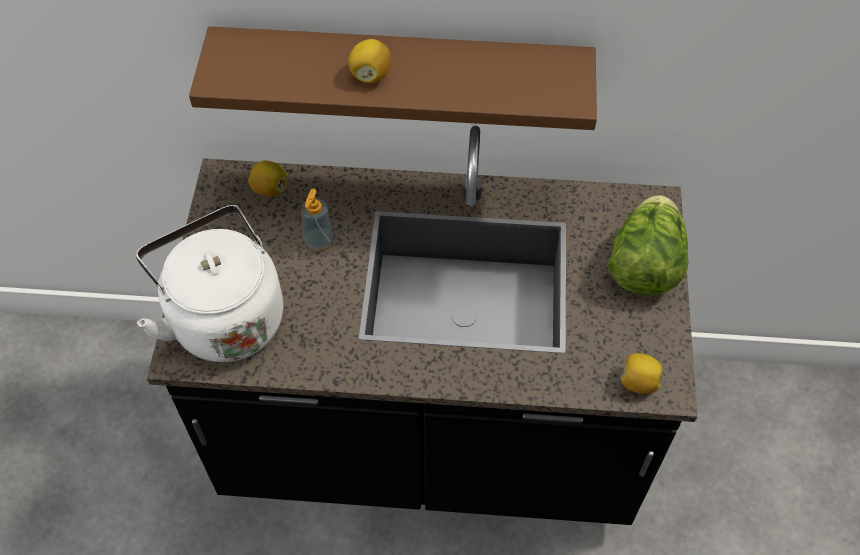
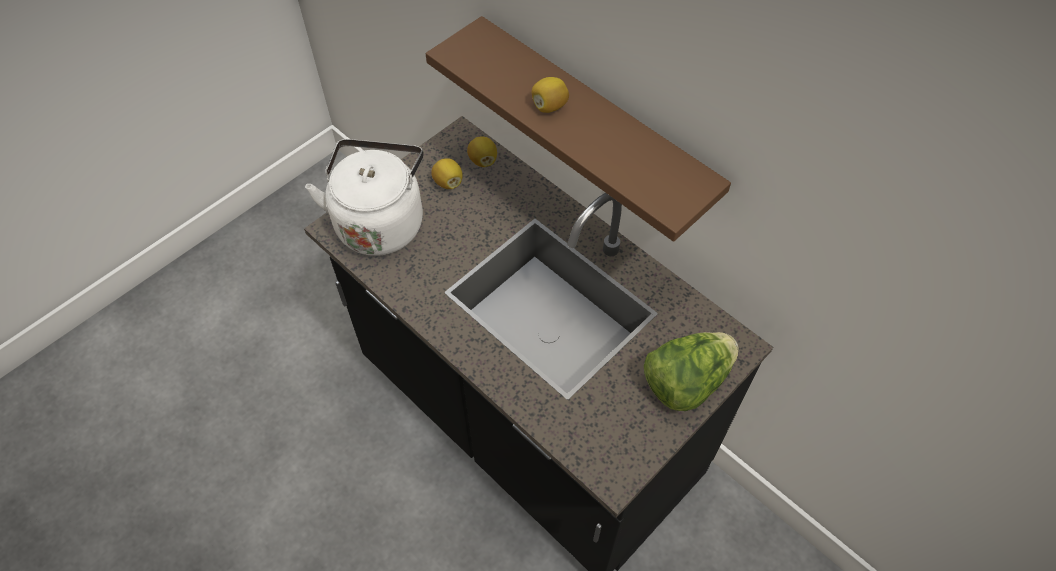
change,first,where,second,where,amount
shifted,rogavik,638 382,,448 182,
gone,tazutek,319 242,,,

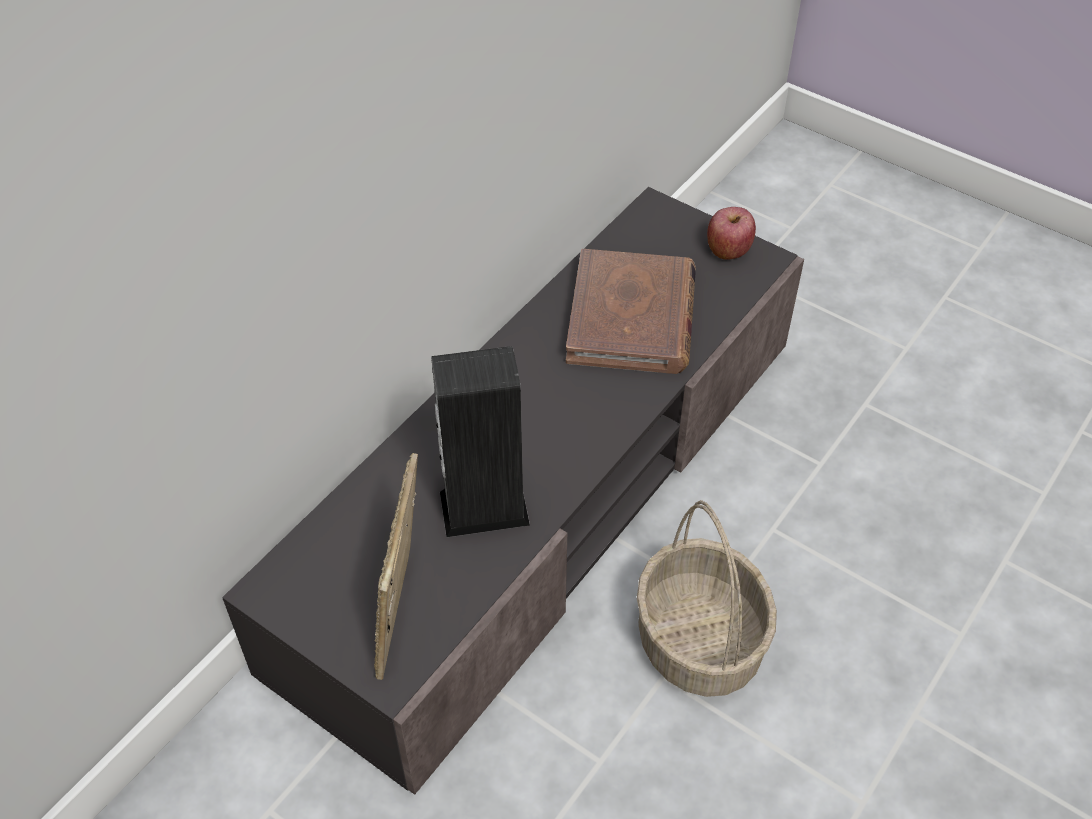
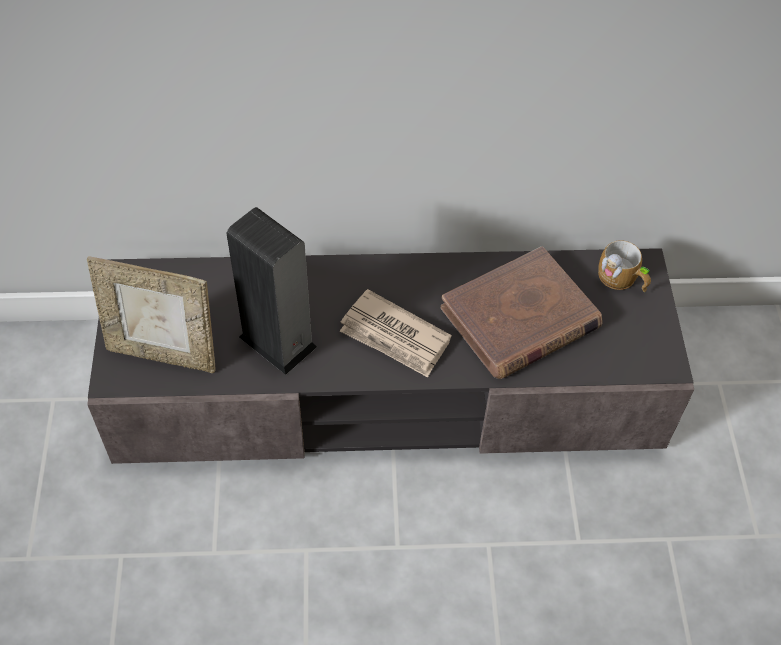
change,first,where,second,where,amount
rotated,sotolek,404 614,,164 353,135 degrees counterclockwise
new,,,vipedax,395 337,
new,,,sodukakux,622 280,
gone,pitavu,697 640,,,
gone,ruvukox,728 250,,,

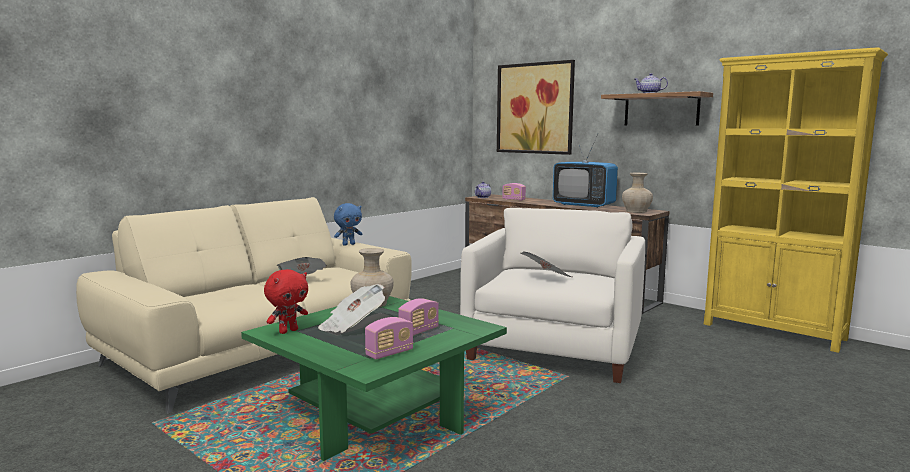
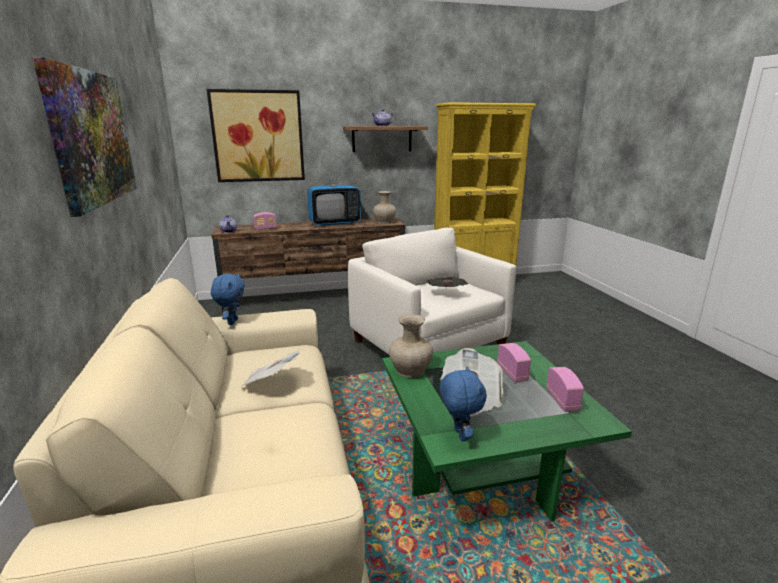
change,first,where,second,where,amount
new,,,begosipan,92 137,
repainted,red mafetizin,288 331,blue mafetizin,459 435,

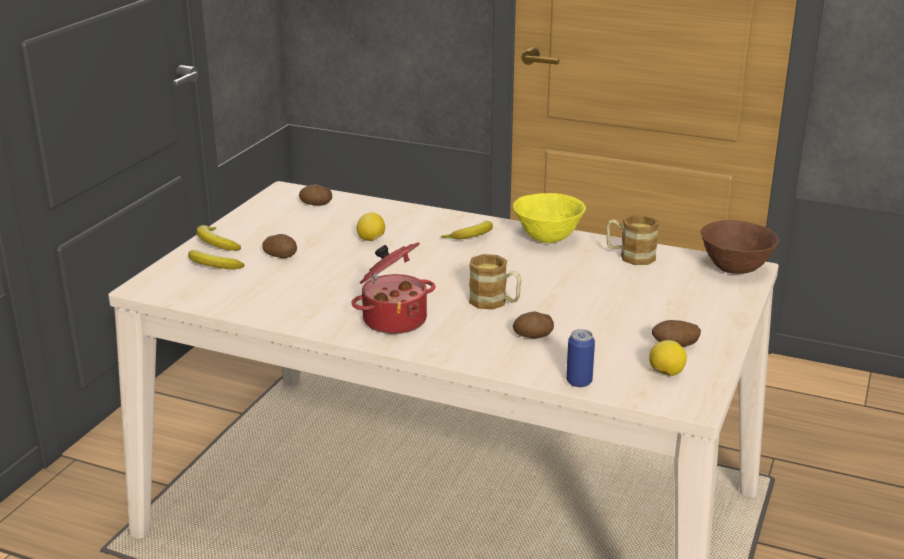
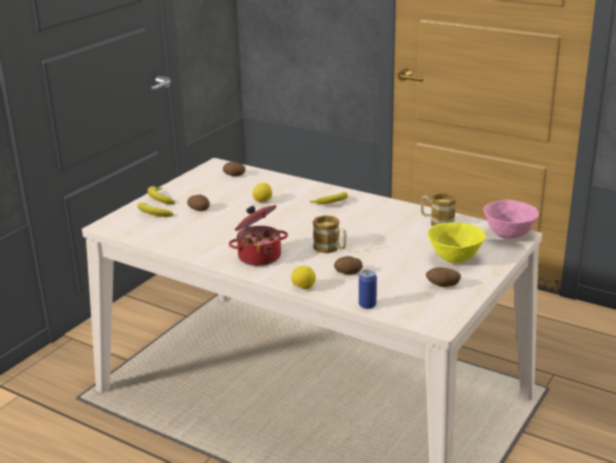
change,first,where,second,where,amount
shifted,rogavik,666 373,,303 288,
shifted,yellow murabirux,547 238,,454 259,
repainted,brown murabirux,735 269,pink murabirux,508 235,

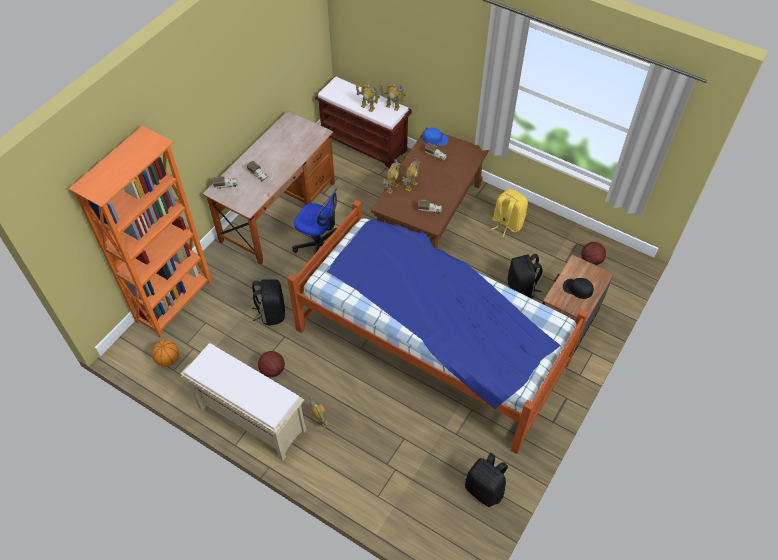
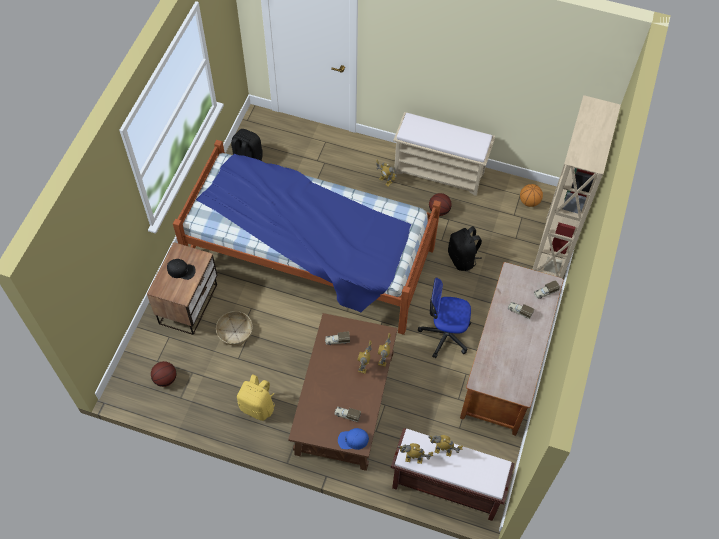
change,first,where,second,where,amount
swapped,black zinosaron,521 289,pitavu,234 331,
repainted,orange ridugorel,176 302,beige ridugorel,552 250,

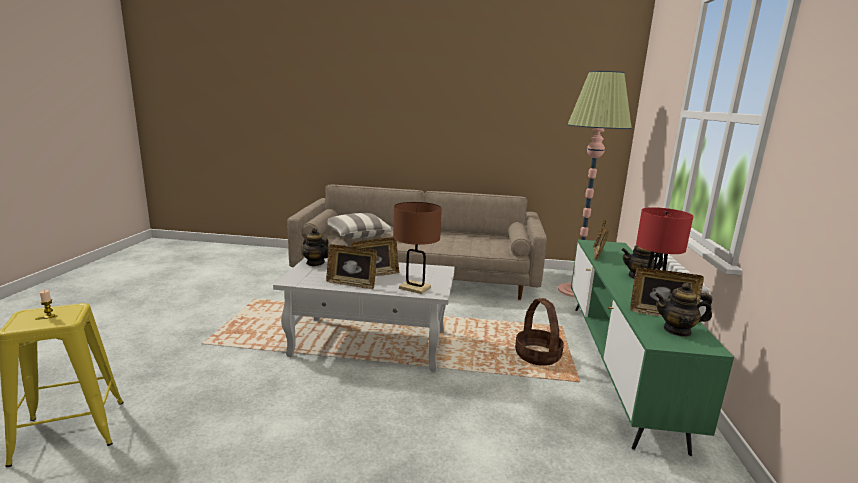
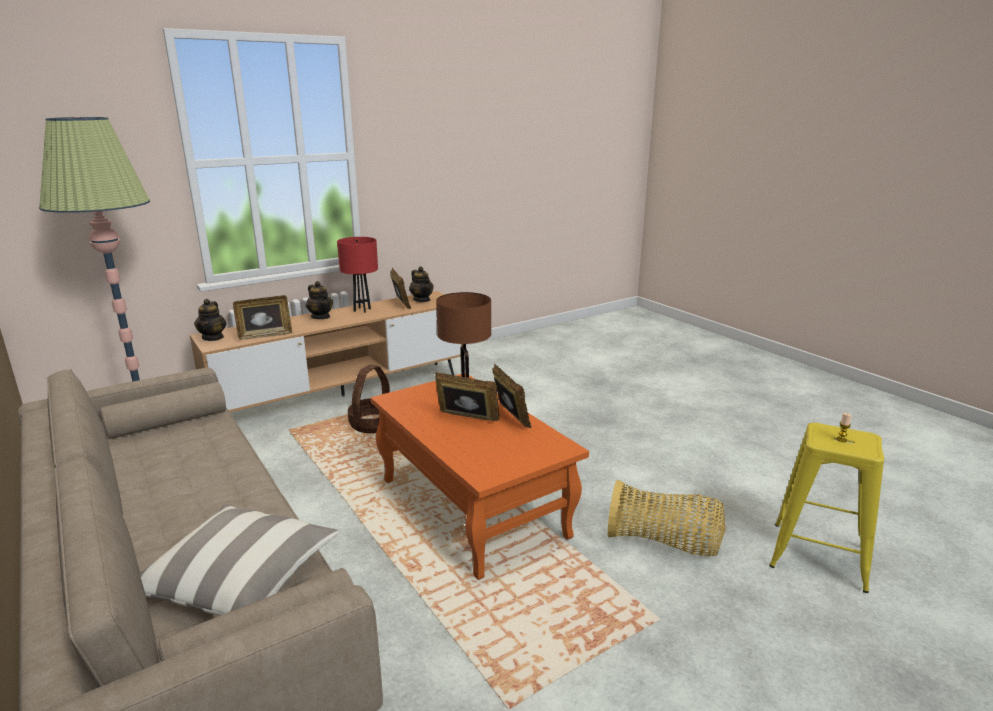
change,first,where,second,where,amount
repainted,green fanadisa,617 363,brown fanadisa,343 396,
shifted,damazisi,315 263,,213 337,
repainted,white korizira,371 343,orange korizira,471 507,
new,,,pitavu,664 543,

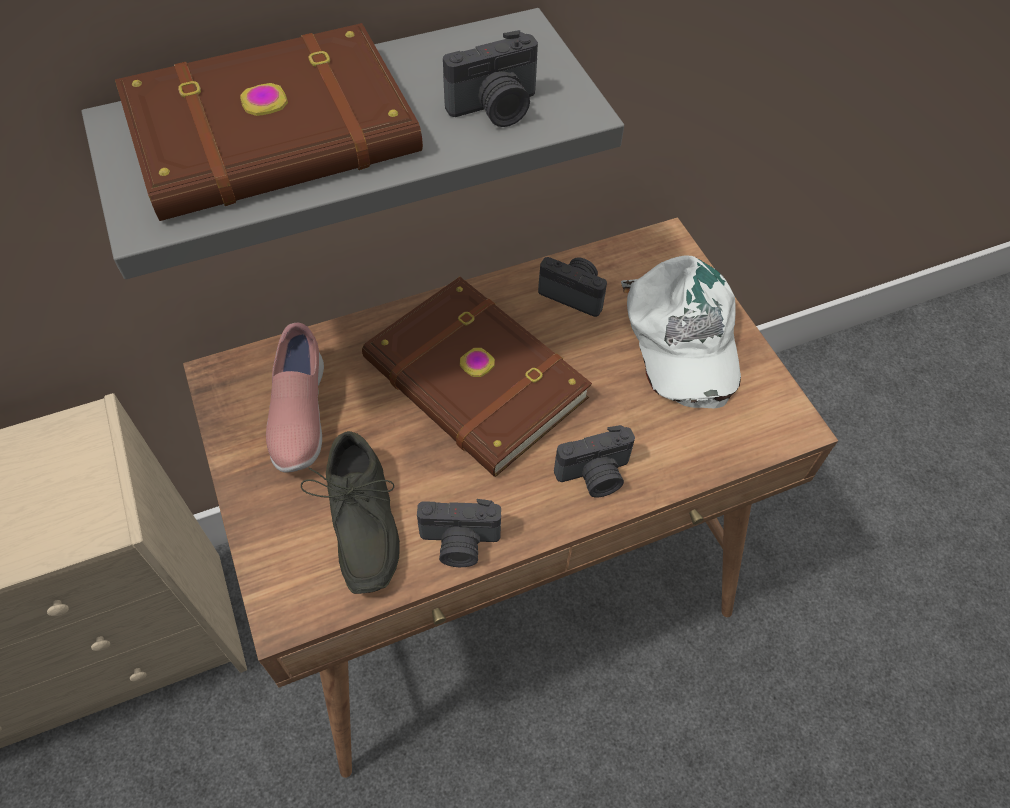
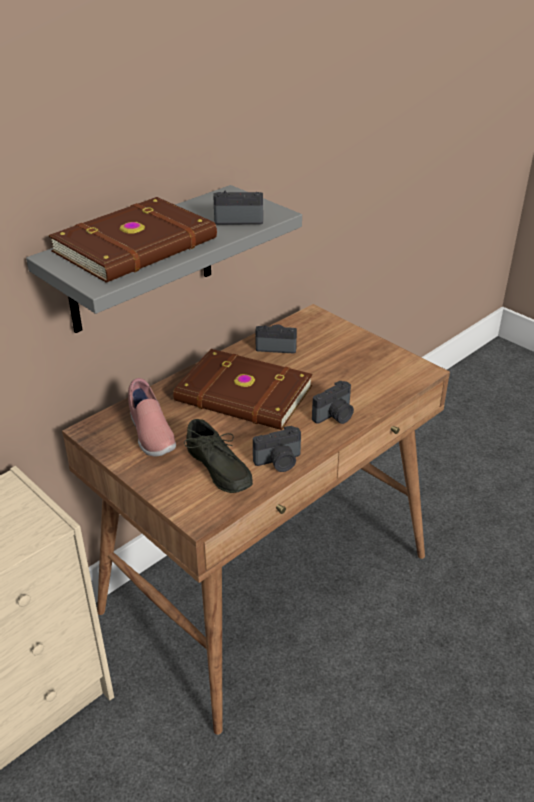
change,first,where,second,where,amount
rotated,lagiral,496 109,,238 219,135 degrees counterclockwise
gone,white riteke,681 338,,,

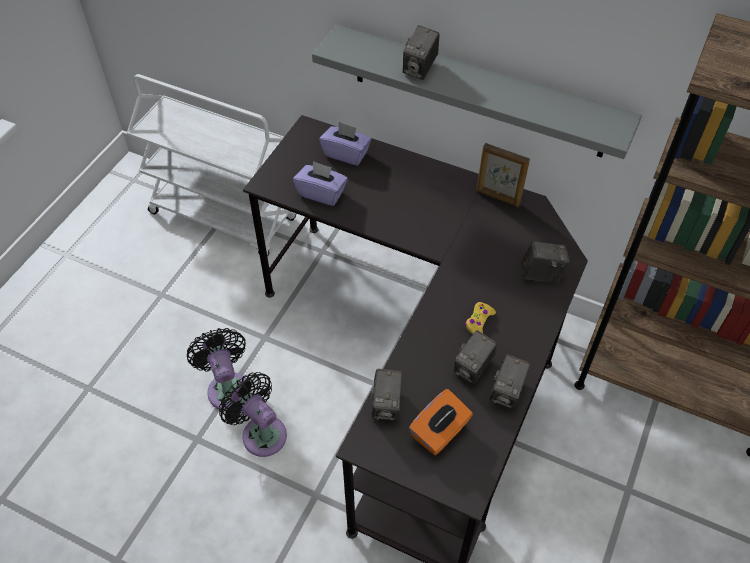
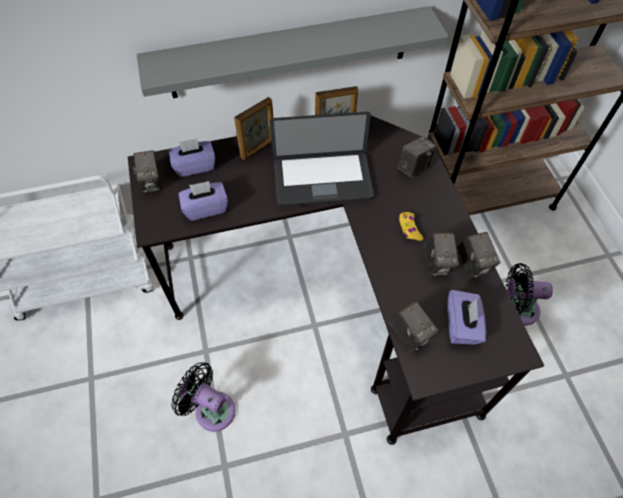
change,first,where,second,where,amount
shifted,lagiral,420 69,,152 182,
new,,,sotolek,258 149,
new,,,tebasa,322 180,
repainted,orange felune,440 432,purple felune,462 325,
shifted,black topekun,261 432,,516 308,

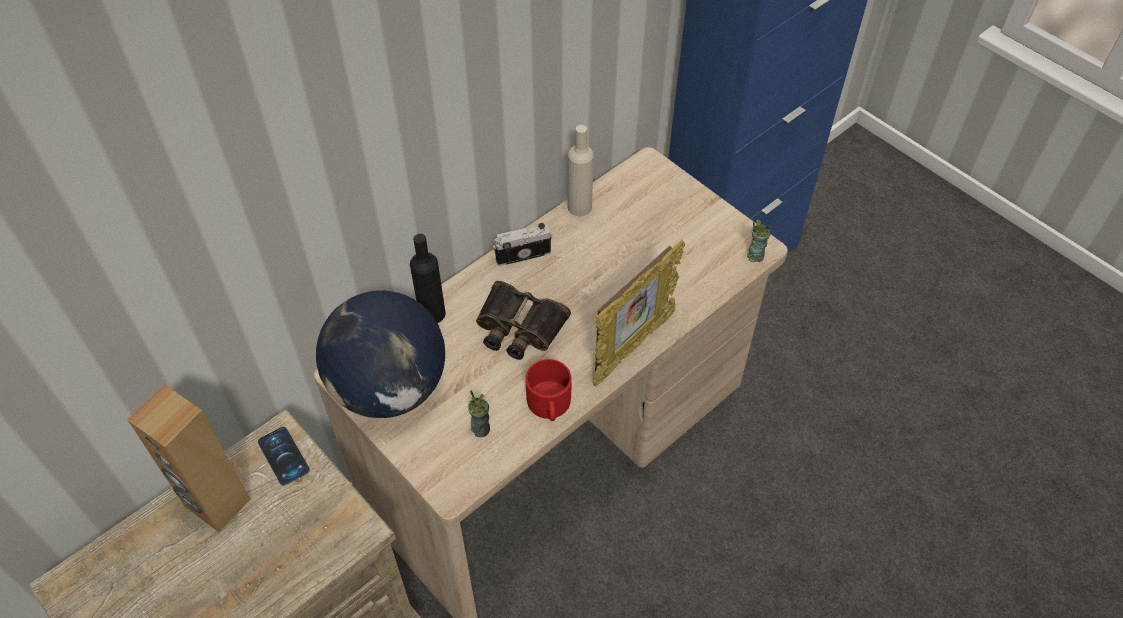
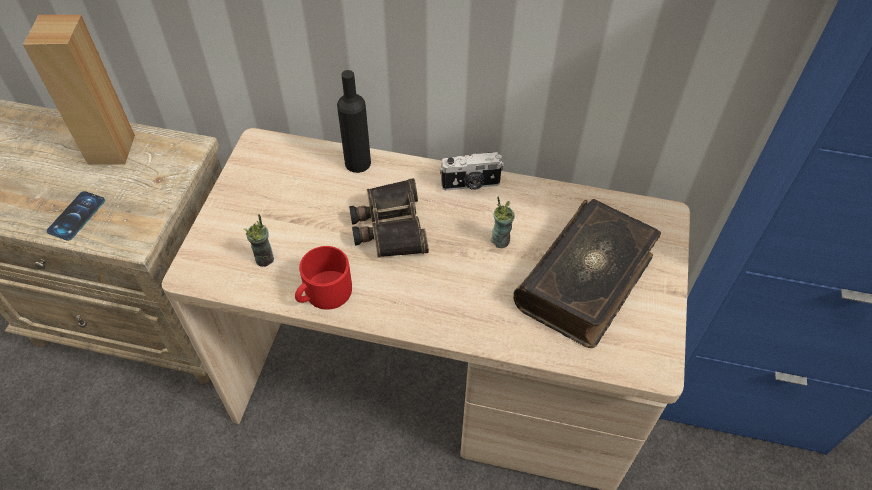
change,first,where,second,where,amount
shifted,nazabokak,283 456,,76 216,
rotated,lagiral,522 254,,471 185,135 degrees clockwise
shifted,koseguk,755 256,,500 240,
new,,,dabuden,586 281,
gone,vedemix,390 388,,,
gone,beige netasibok,579 207,,,
gone,sotolek,632 348,,,

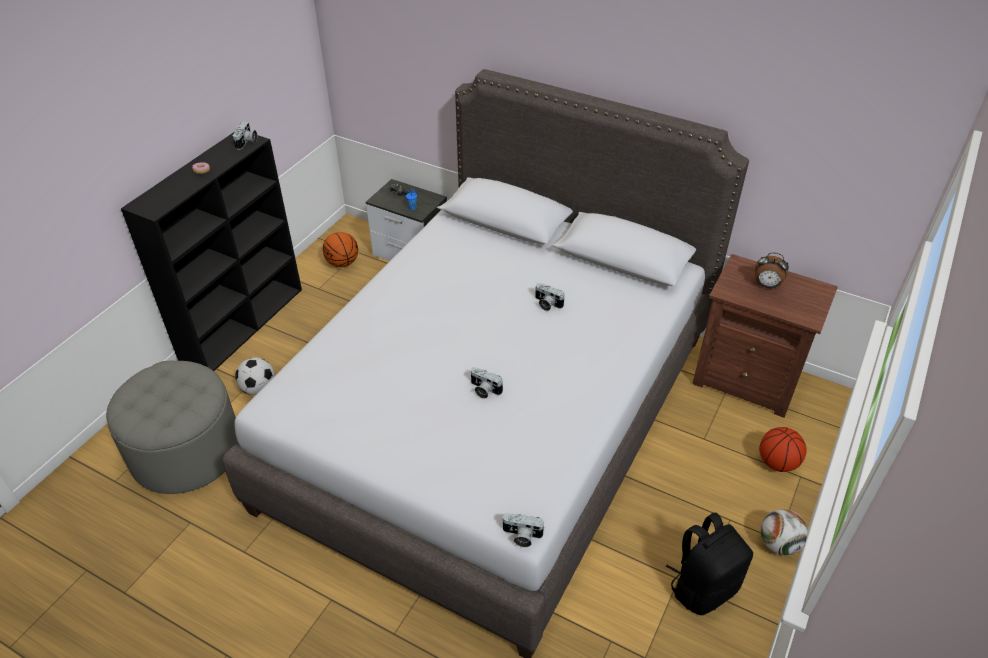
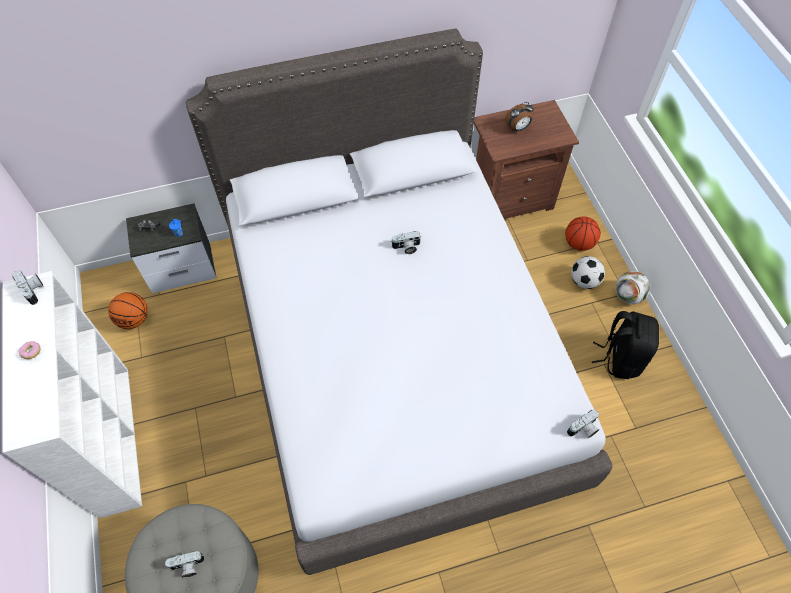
change,first,where,second,where,amount
repainted,black ridugorel,244 323,white ridugorel,114 438,
shifted,lagiral,484 390,,187 567,
shifted,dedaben,258 389,,584 281,

